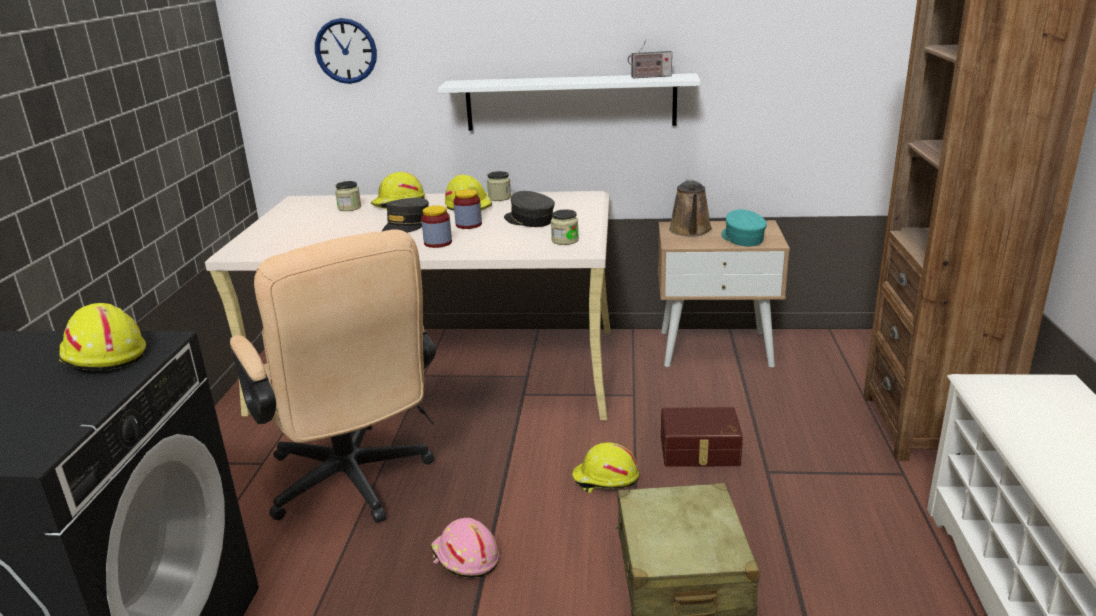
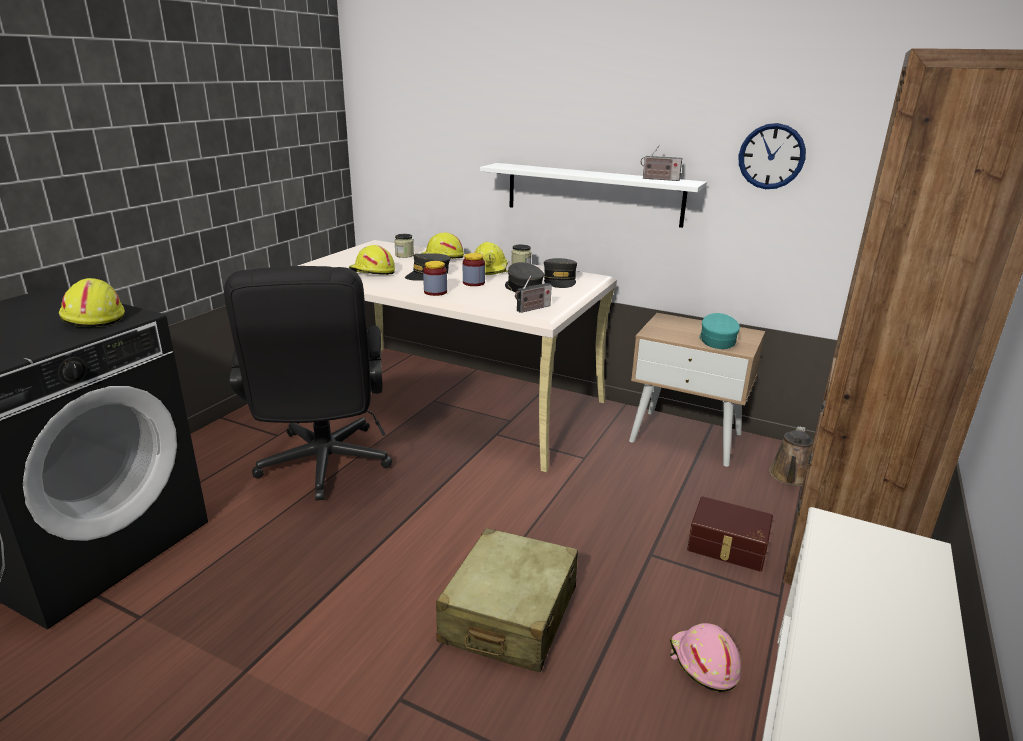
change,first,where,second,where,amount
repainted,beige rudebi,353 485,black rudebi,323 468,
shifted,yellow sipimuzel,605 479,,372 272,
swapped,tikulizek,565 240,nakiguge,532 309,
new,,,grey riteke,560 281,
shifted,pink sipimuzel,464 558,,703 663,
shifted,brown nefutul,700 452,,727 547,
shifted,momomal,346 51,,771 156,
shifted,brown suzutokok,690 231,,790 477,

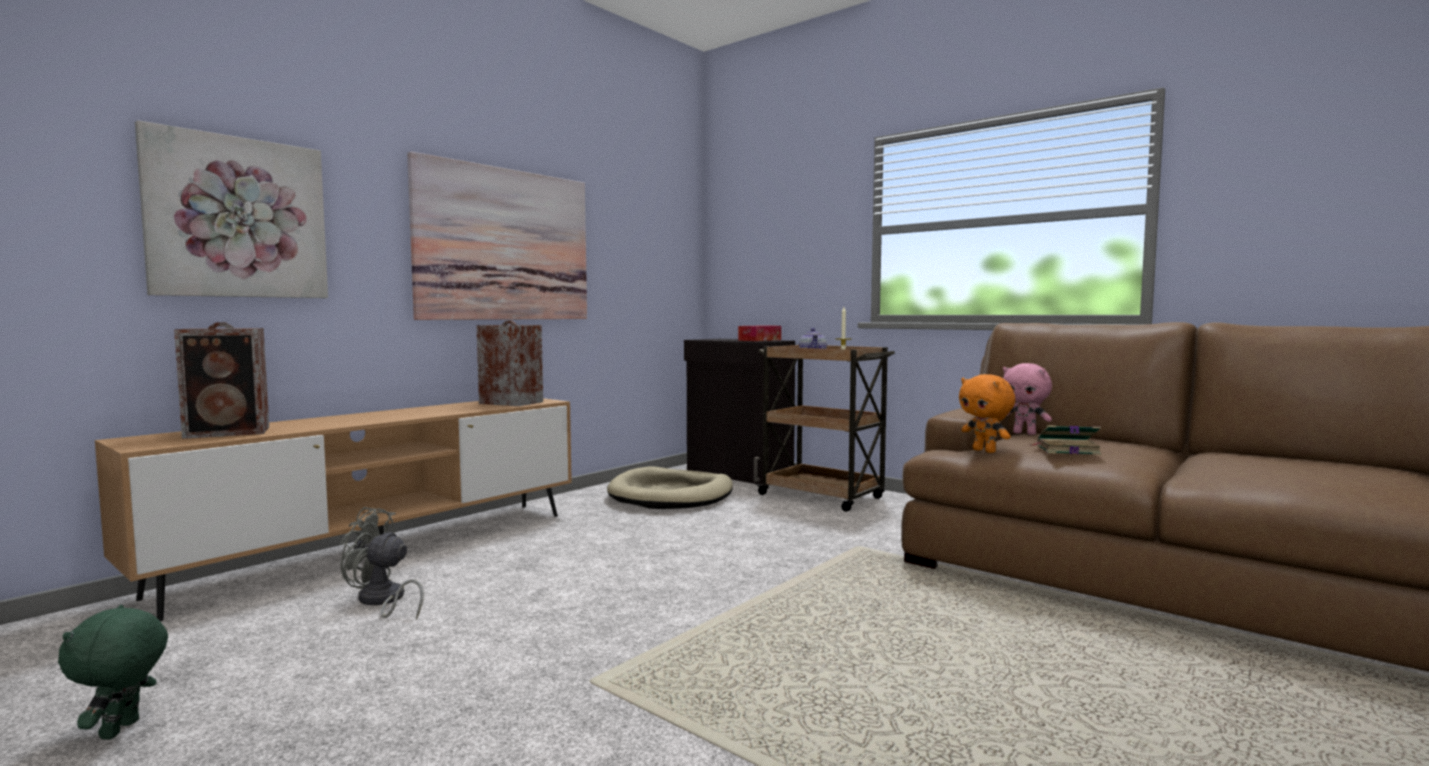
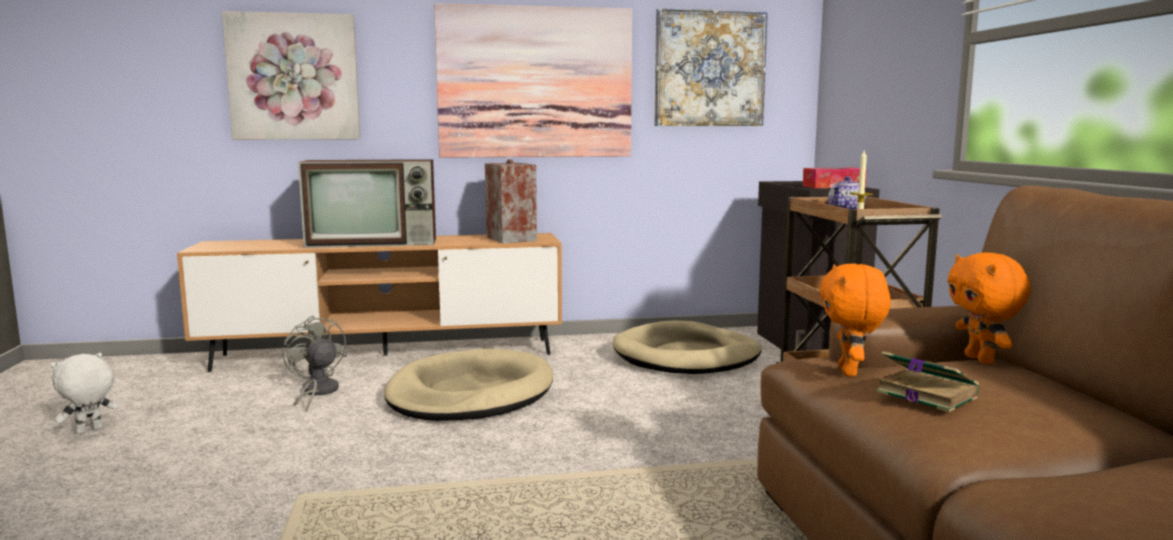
change,first,where,second,where,amount
repainted,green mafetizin,122 730,white mafetizin,89 431,
new,,,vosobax,375 243,
new,,,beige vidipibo,470 393,
new,,,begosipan,709 69,
repainted,pink mafetizin,1025 433,orange mafetizin,981 360,
gone,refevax,230 432,,,

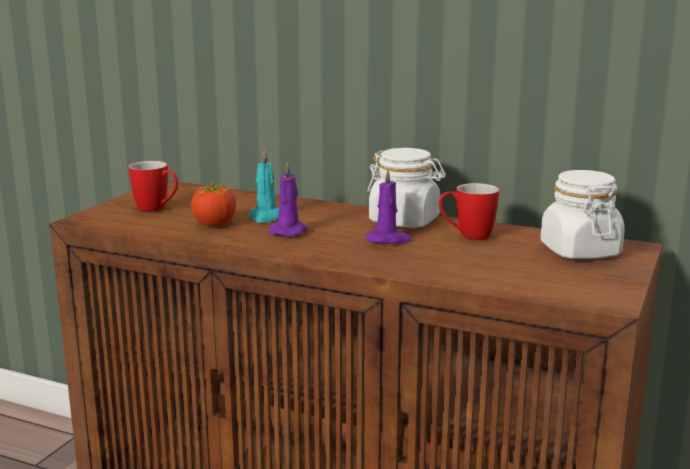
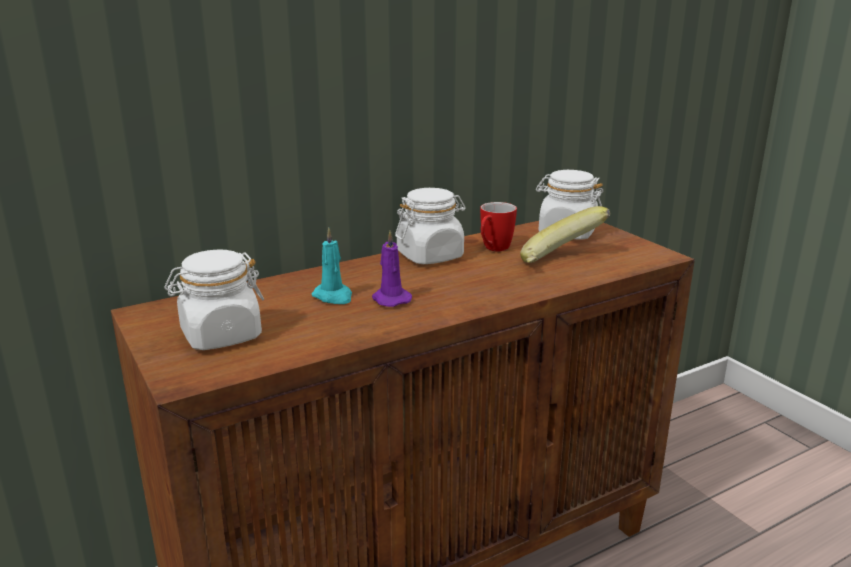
change,first,where,second,where,amount
swapped,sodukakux,157 209,white tikulizek,220 335,
new,,,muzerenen,561 262,
gone,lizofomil,215 224,,,
gone,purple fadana,388 240,,,

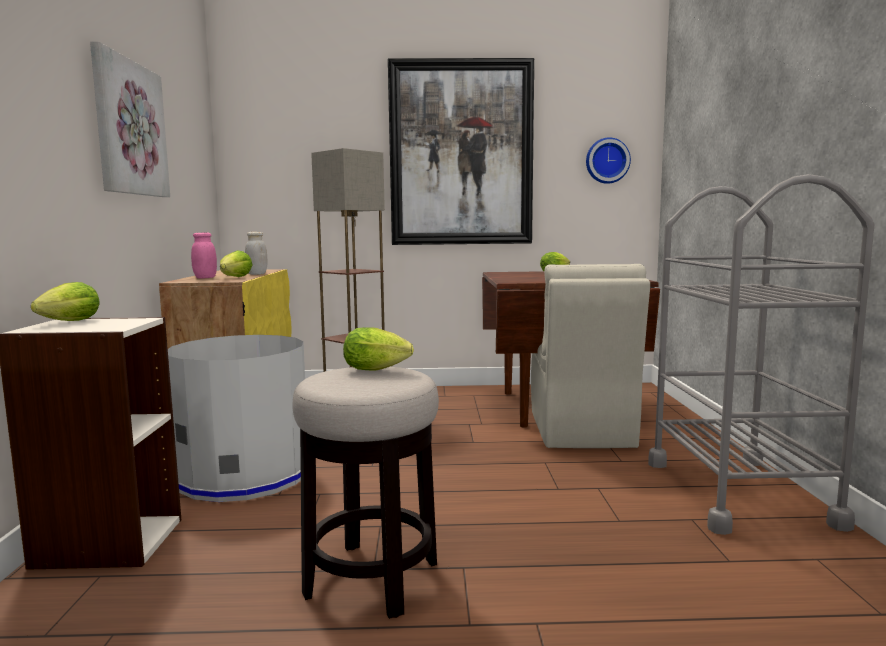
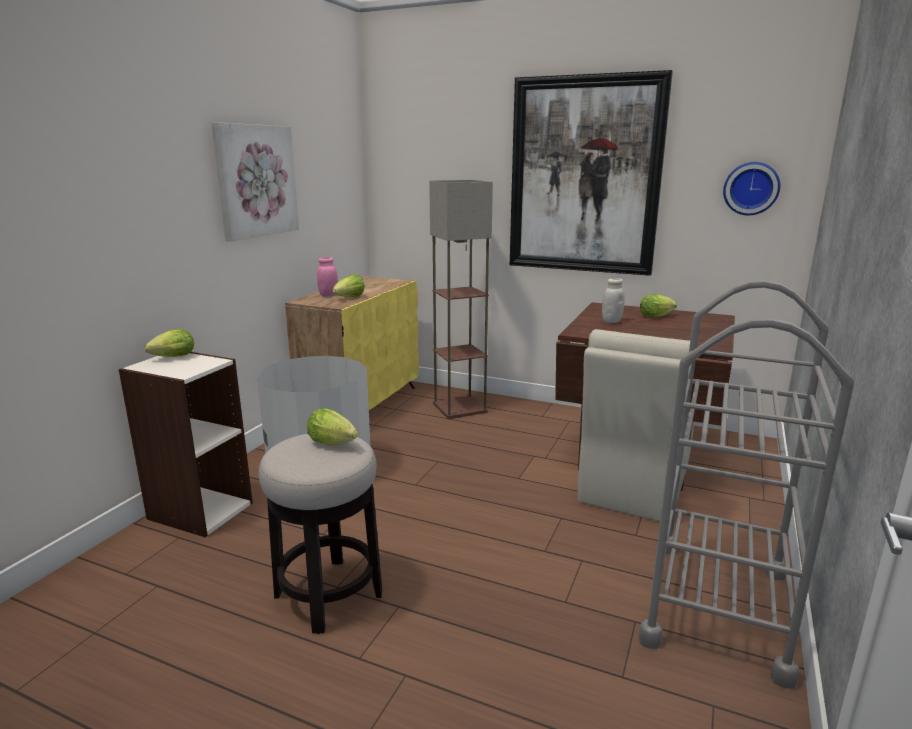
change,first,where,second,where,amount
shifted,white tikulizek,257 274,,611 321,

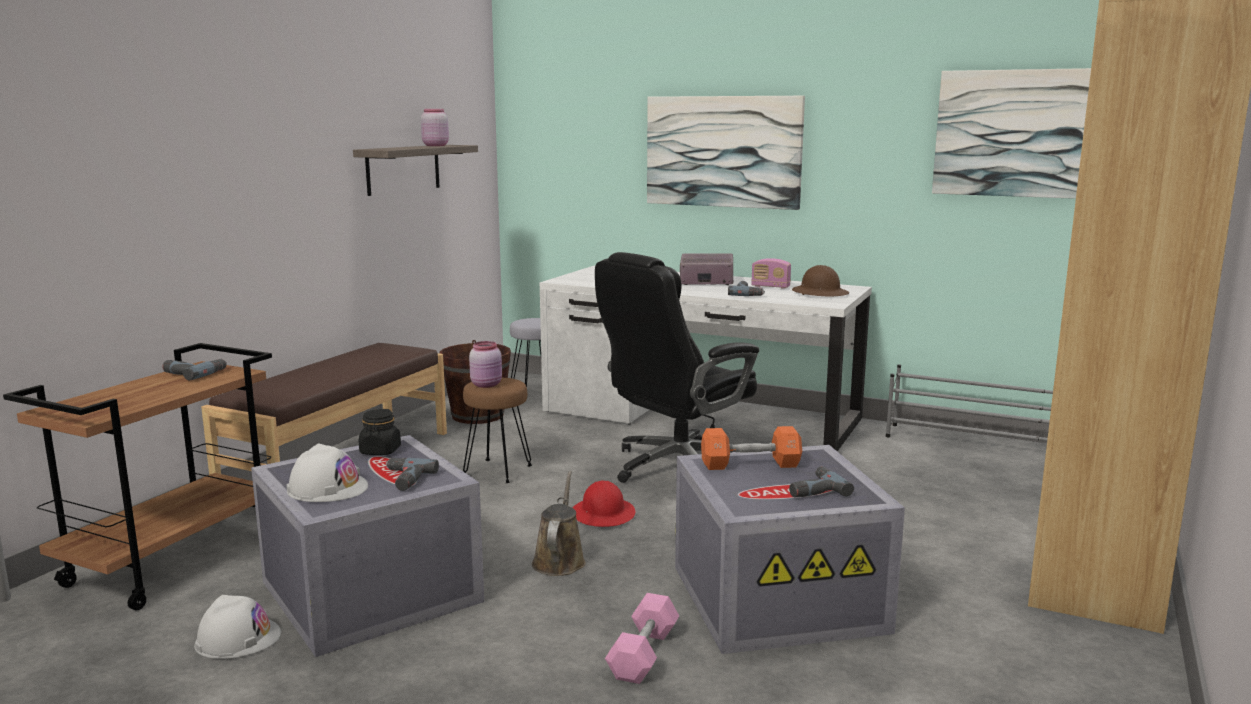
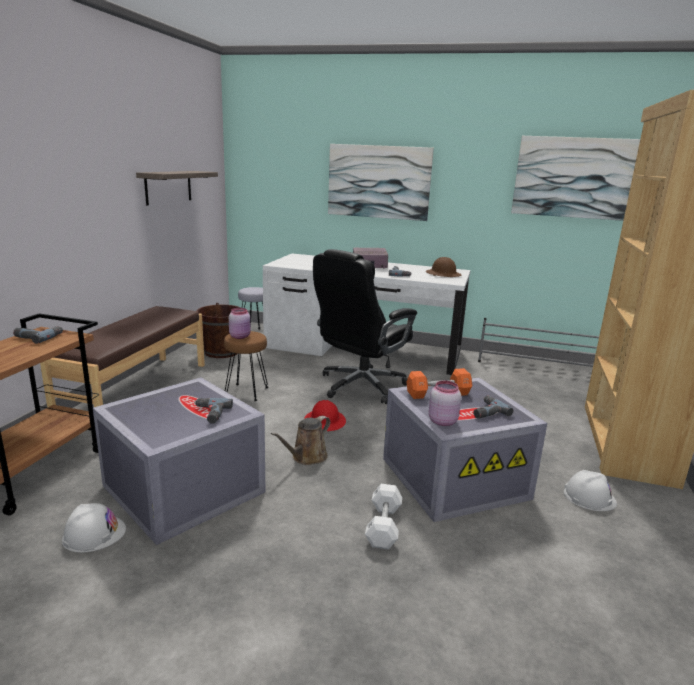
change,first,where,second,where,amount
rotated,brown suzutokok,559 560,,307 457,135 degrees counterclockwise
repainted,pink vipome,643 654,white vipome,383 526,
shifted,pink tikulizek,435 145,,442 421,
shifted,white sipimuzel,327 488,,589 497,
gone,black tikulizek,380 451,,,
gone,nakiguge,770 287,,,

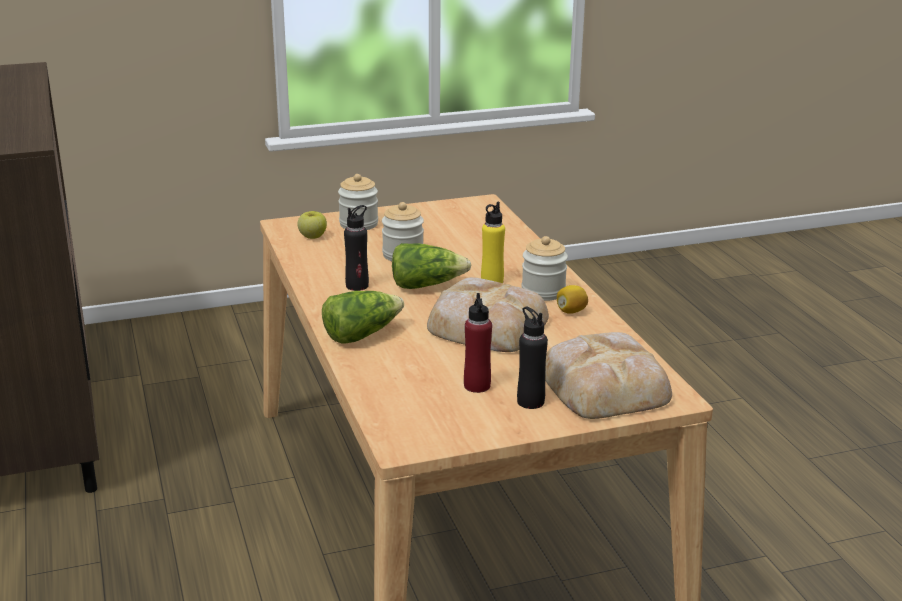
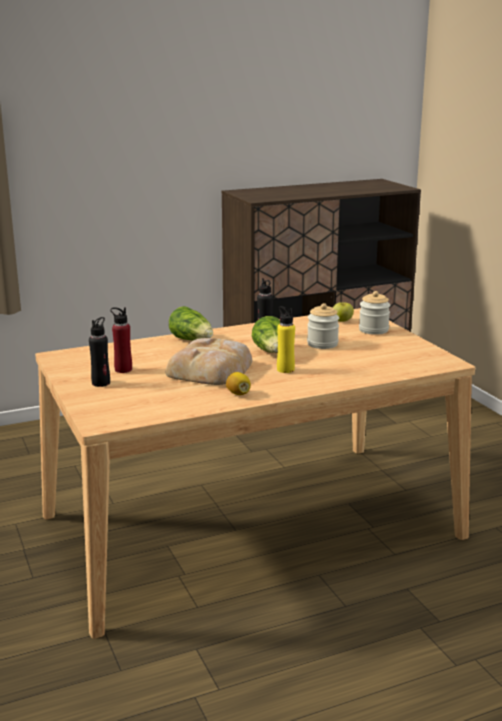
change,first,where,second,where,amount
gone,tikulizek,543 292,,,
gone,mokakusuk,605 385,,,

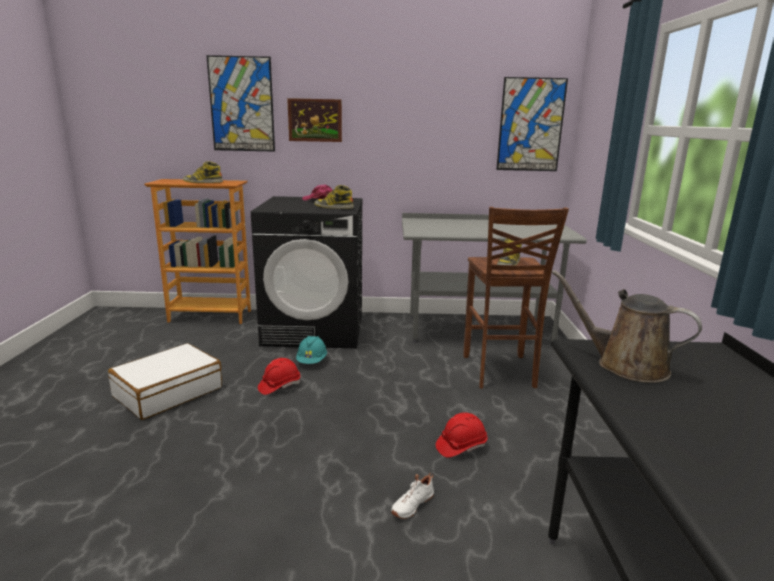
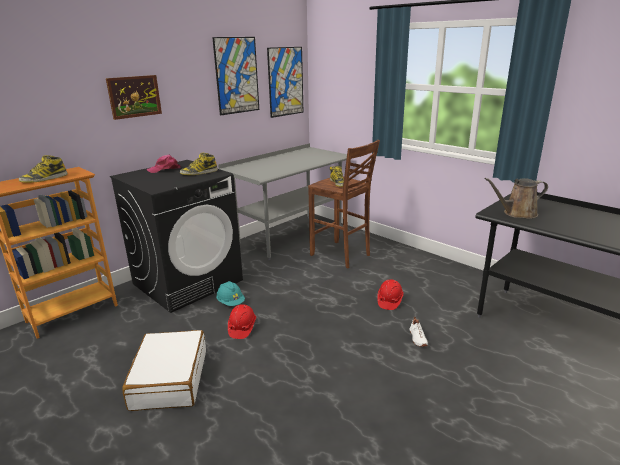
change,first,where,second,where,amount
shifted,begosipan,241 104,,237 75,

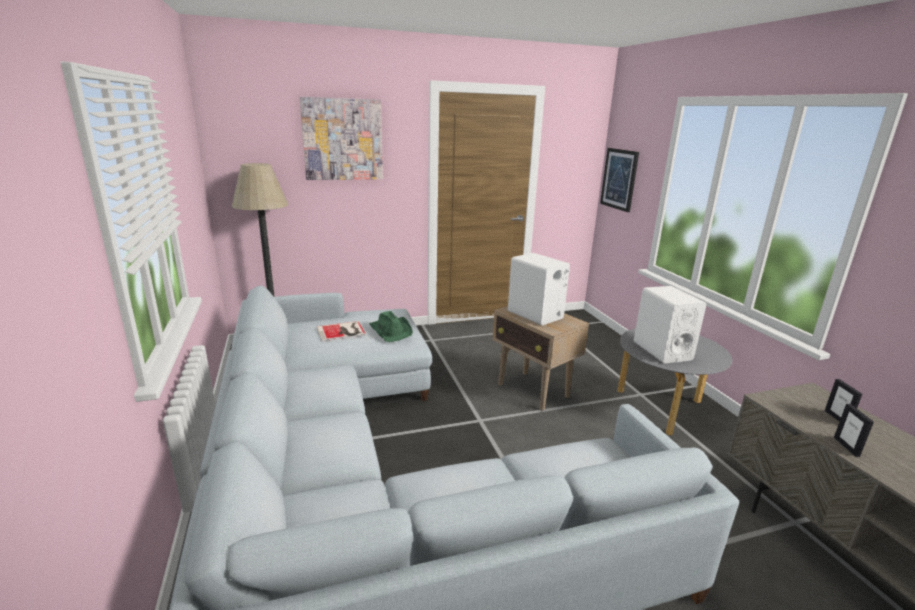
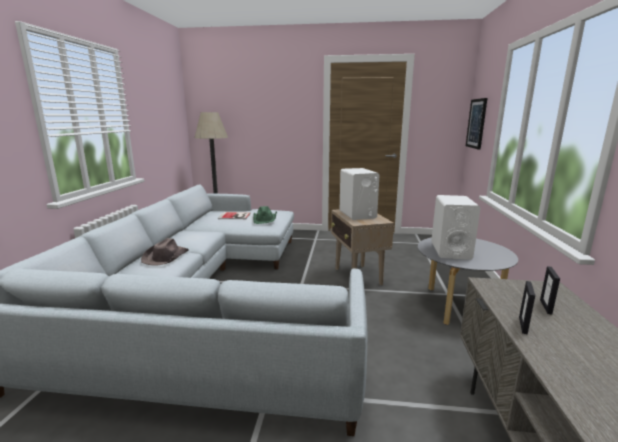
change,first,where,second,where,amount
new,,,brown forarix,165 257,
gone,begosipan,343 139,,,

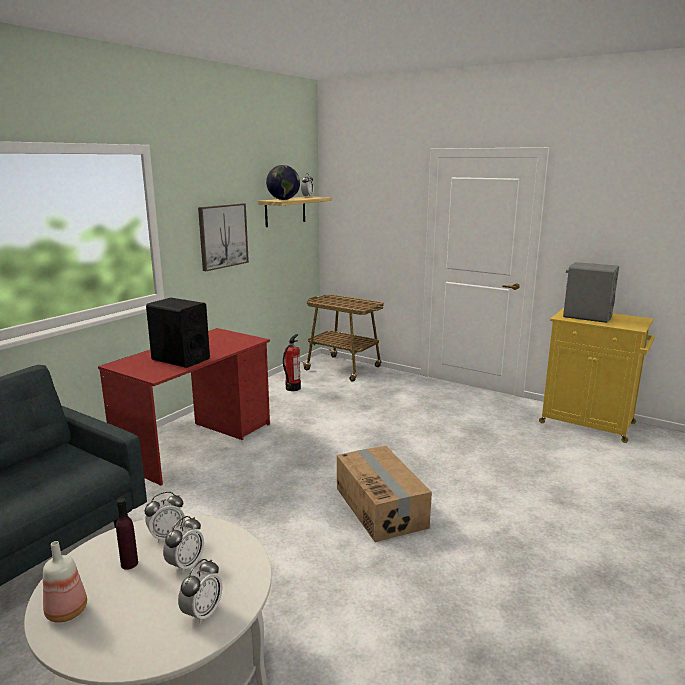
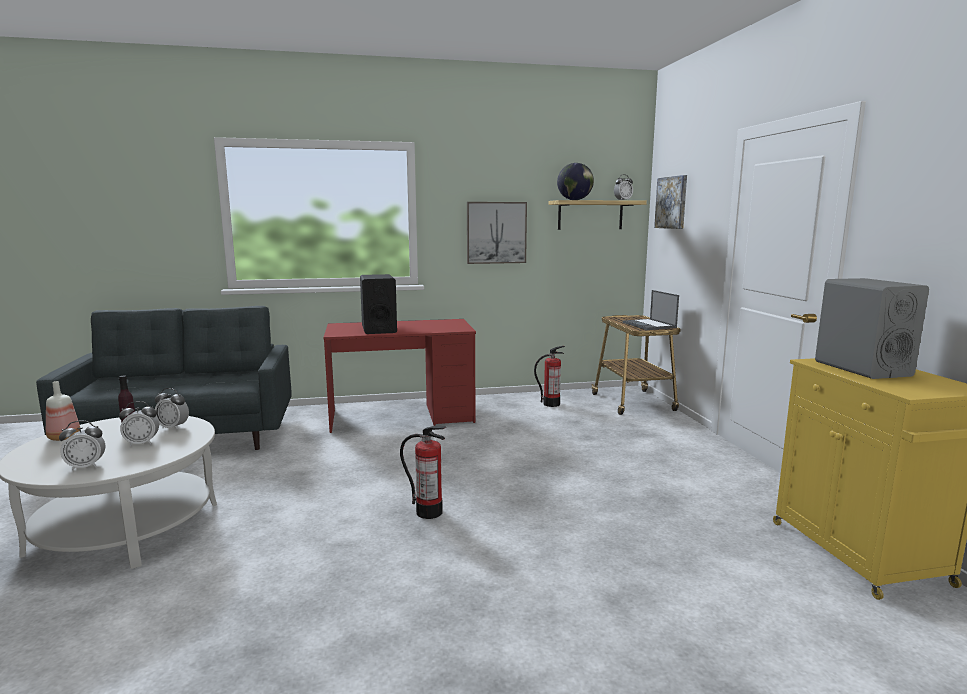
change,first,where,second,where,amount
swapped,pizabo,381 507,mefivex,429 512,
new,,,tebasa,649 325,
new,,,begosipan,672 202,

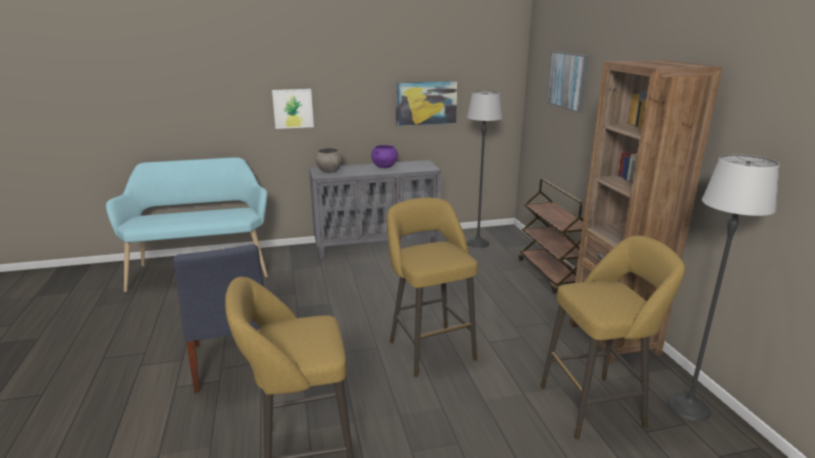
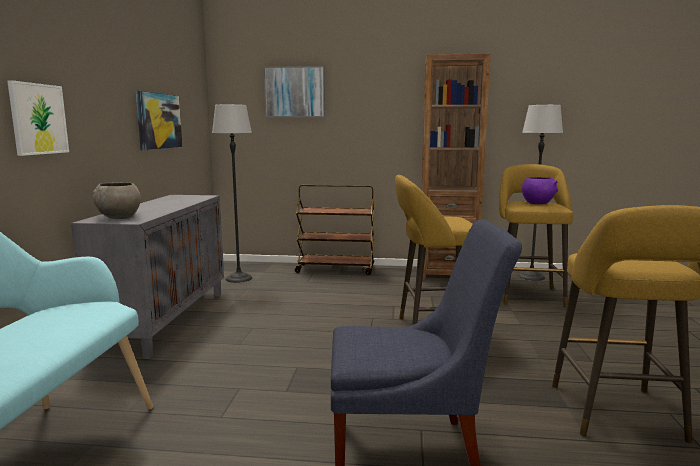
change,first,where,second,where,amount
shifted,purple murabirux,385 167,,538 203,

